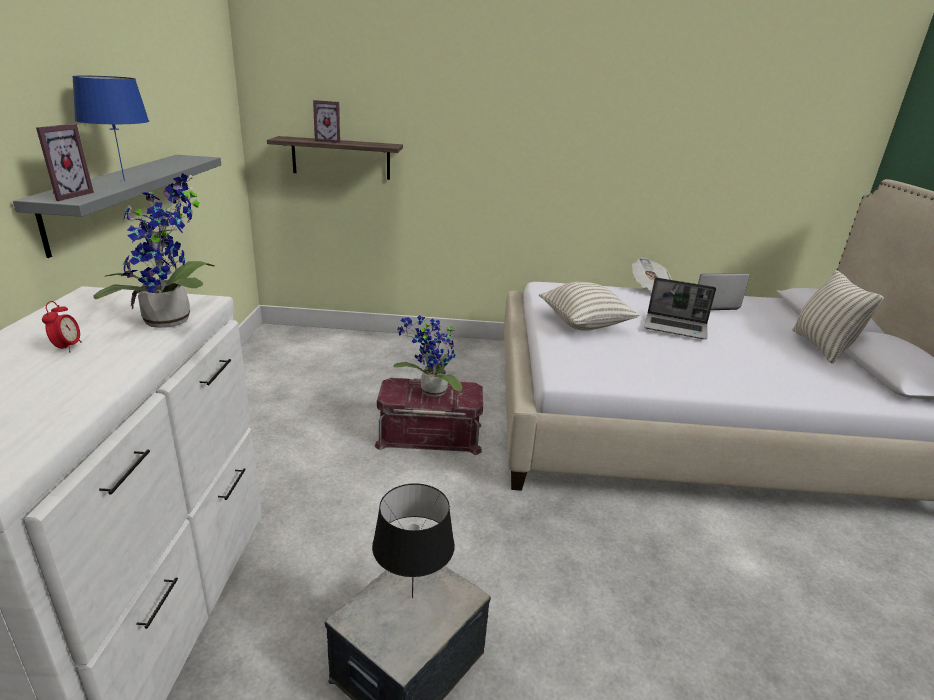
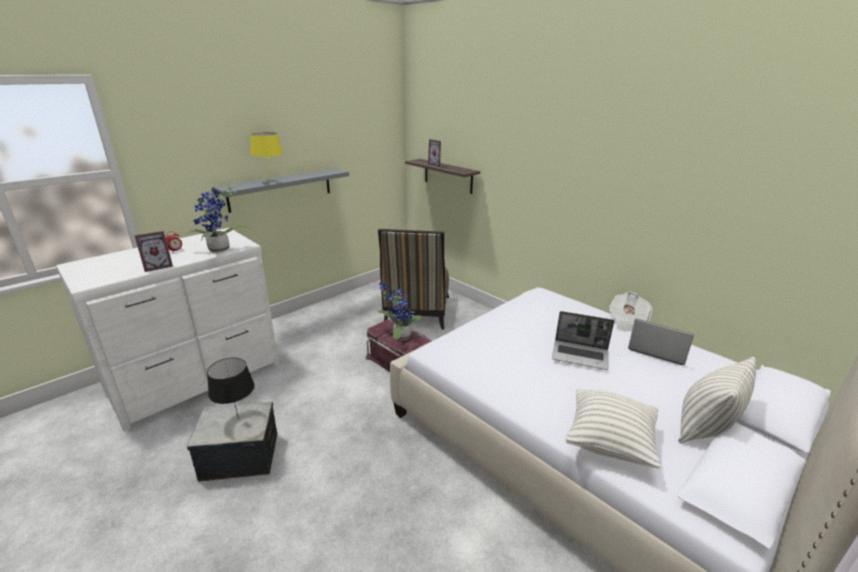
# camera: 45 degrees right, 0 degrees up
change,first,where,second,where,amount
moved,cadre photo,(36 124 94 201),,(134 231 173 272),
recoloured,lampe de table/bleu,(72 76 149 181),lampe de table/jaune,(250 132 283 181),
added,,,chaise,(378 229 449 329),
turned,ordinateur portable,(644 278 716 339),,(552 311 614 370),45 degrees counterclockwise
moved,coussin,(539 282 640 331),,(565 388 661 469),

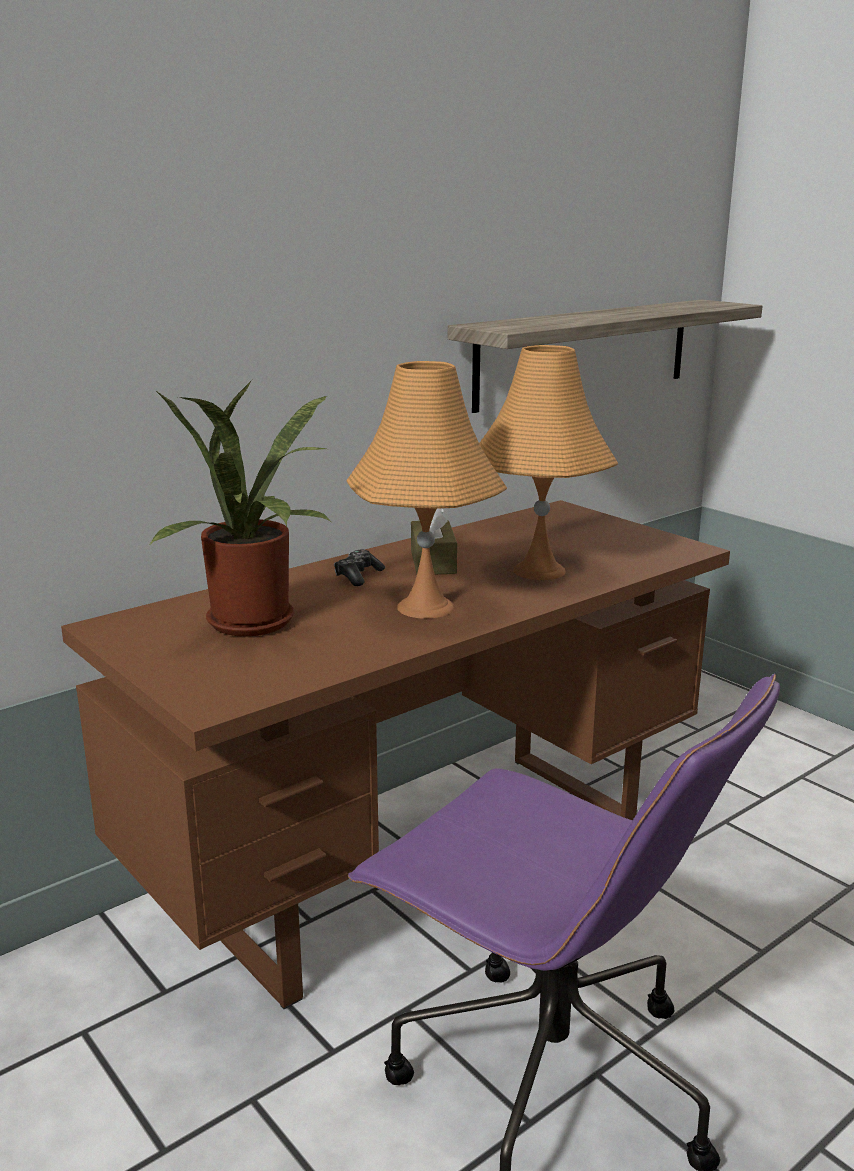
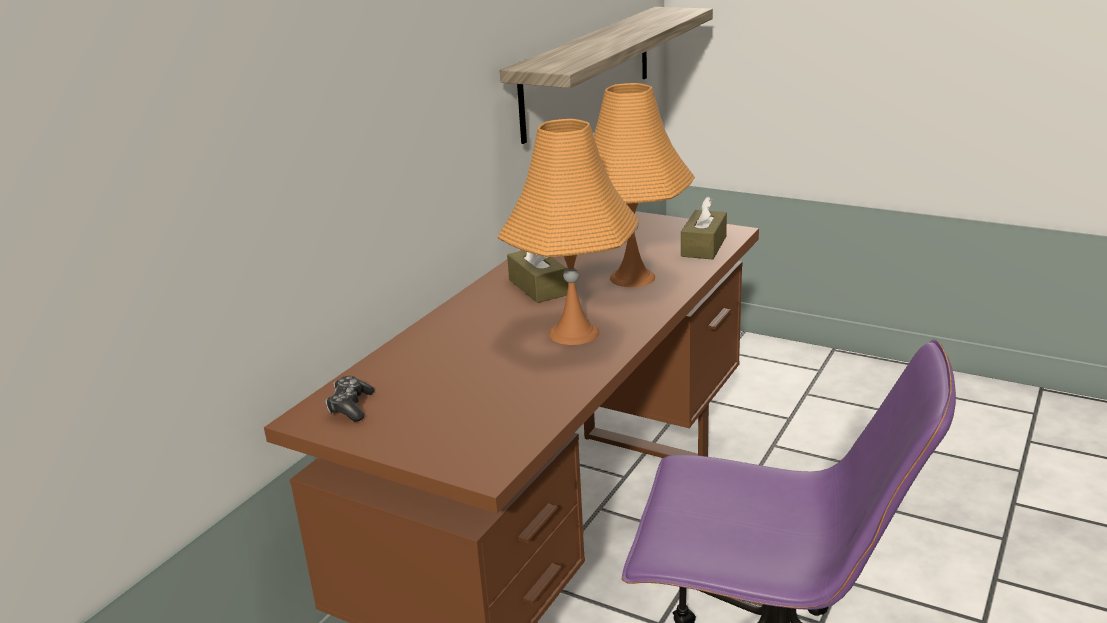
# camera: 20 degrees left, 5 degrees up
change,first,where,second,where,amount
moved,manette,(334 550 385 586),,(325 376 374 422),
added,,,boîte à mouchoirs/marron,(681 196 727 260),
removed,plante en pot,(149 380 333 636),,,

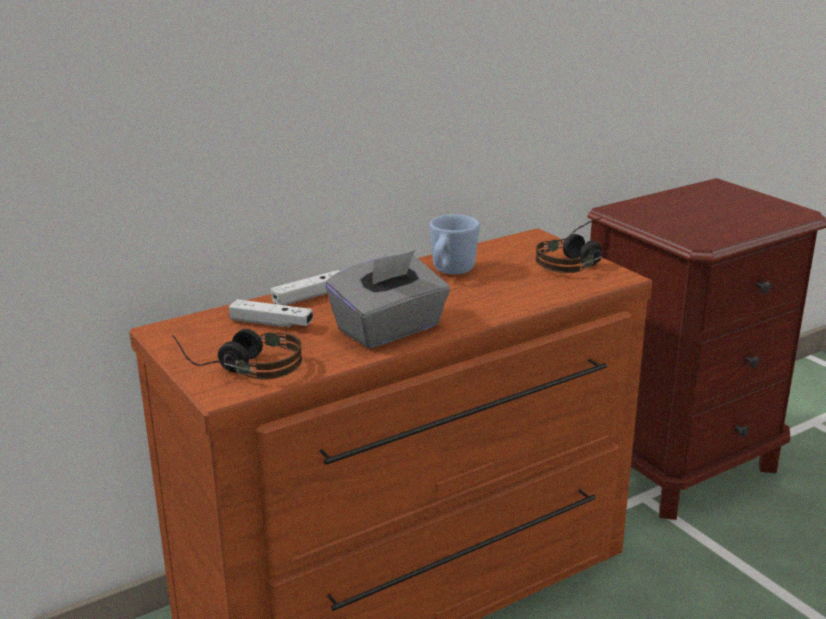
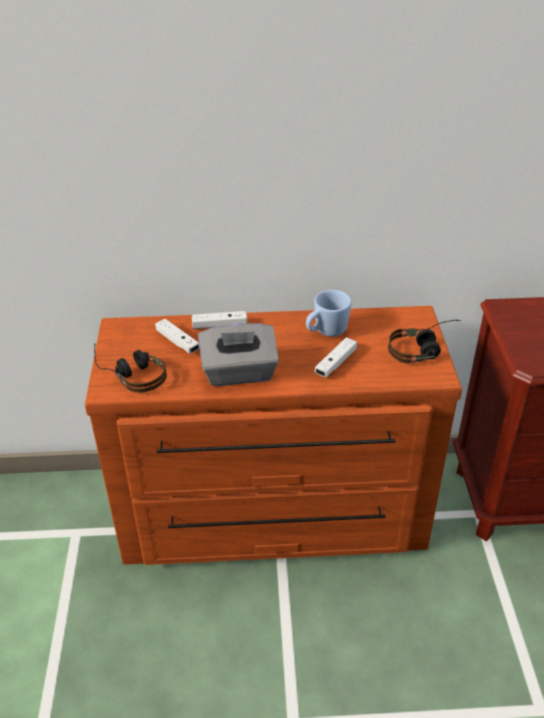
# camera: 30 degrees right, 15 degrees up
change,first,where,second,where,amount
added,,,manette/blanc,(315 337 357 377),

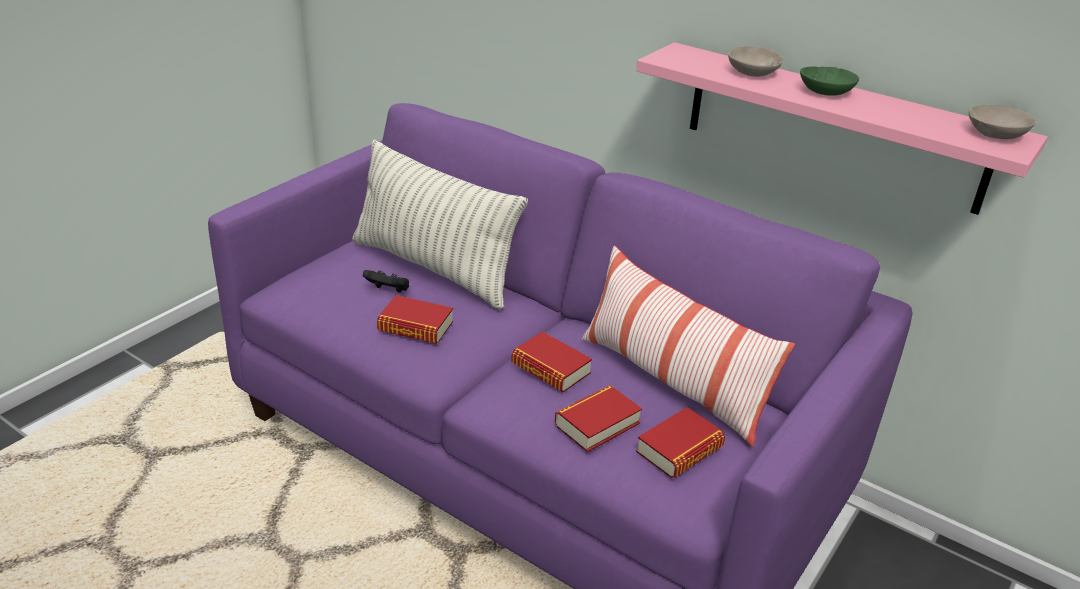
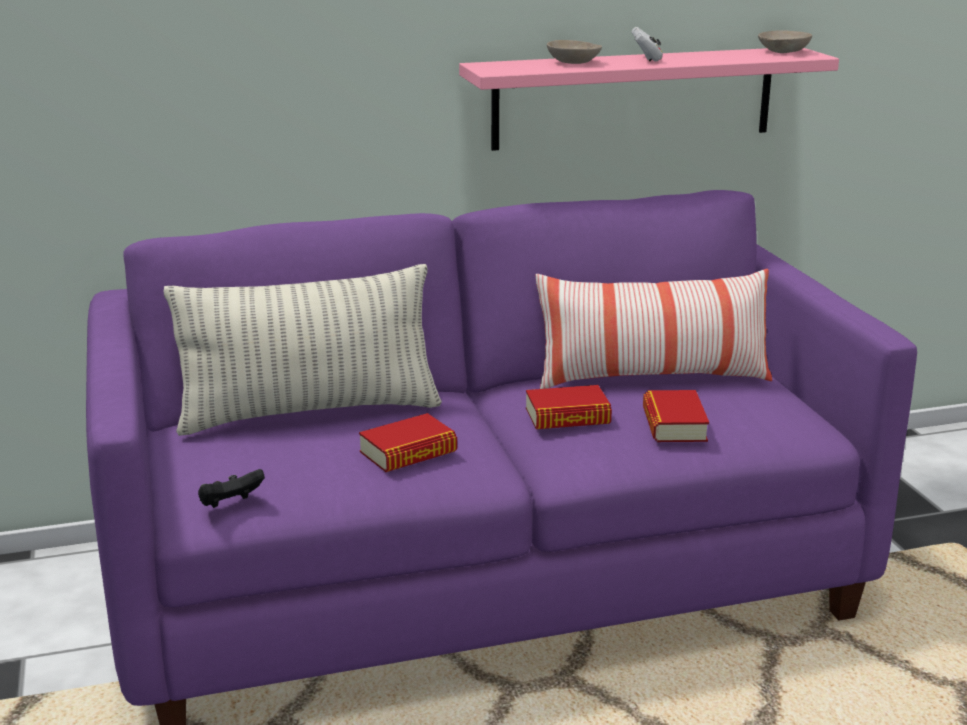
# camera: 50 degrees left, 10 degrees down
change,first,where,second,where,amount
moved,manette/noir,(363 270 409 293),,(198 469 265 508),
replaced,bol/vert,(800 66 859 96),manette/blanc,(631 27 663 61),
removed,livre,(636 407 725 478),,,

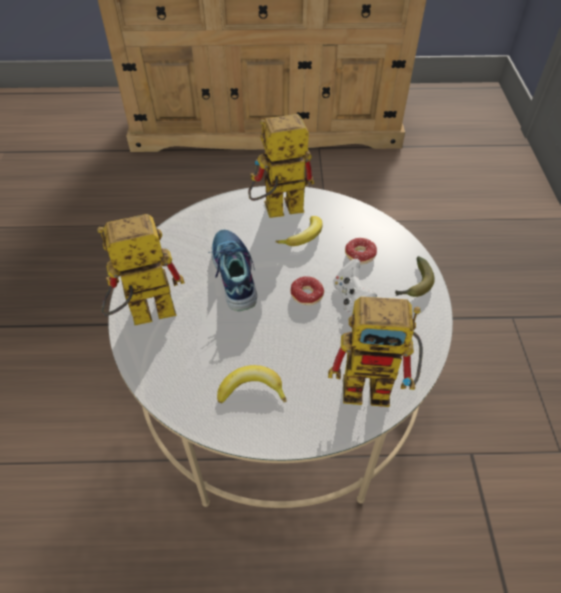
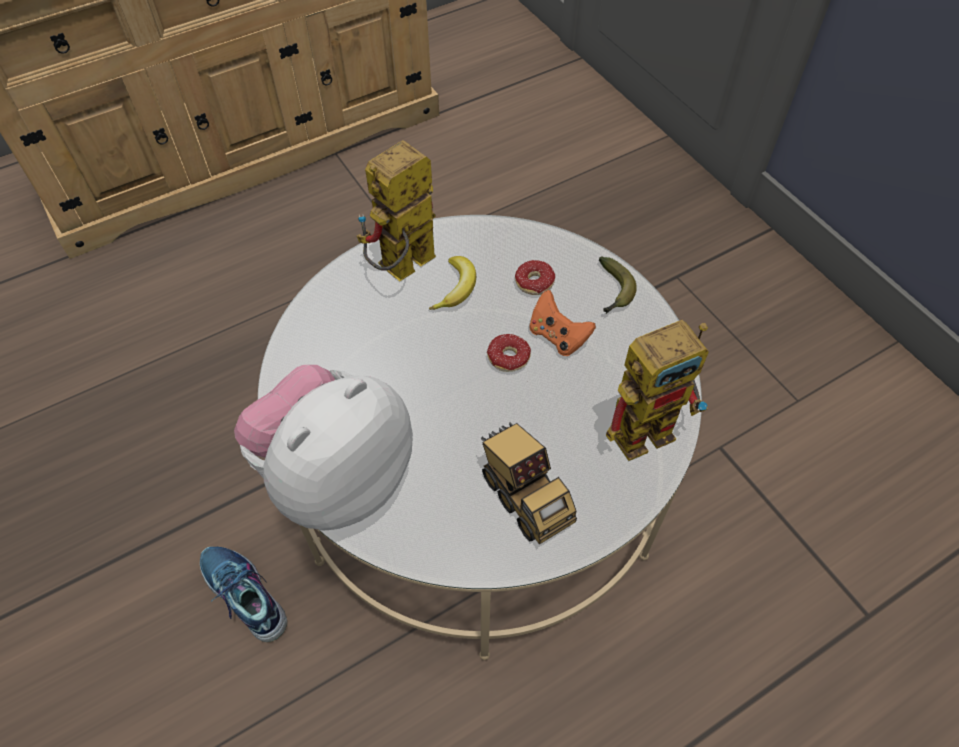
# camera: 30 degrees left, 5 degrees up
change,first,where,second,where,amount
moved,chaussure,(209 230 257 311),,(200 547 287 642),
replaced,robot jouet,(97 214 185 326),peluche,(234 365 413 531),
replaced,banane,(217 365 287 403),camion jouet,(481 422 577 544),
recoloured,manette/blanc,(333 259 377 312),manette/orange,(530 290 596 356),

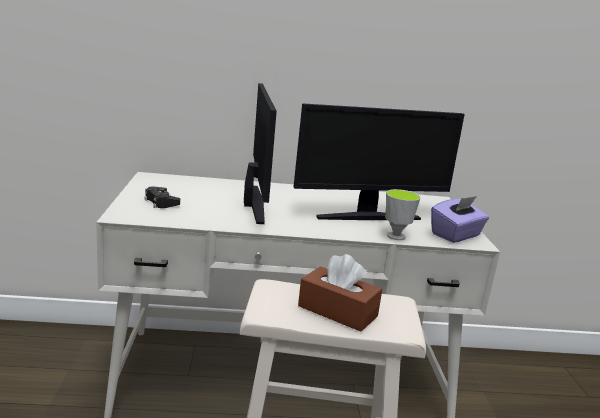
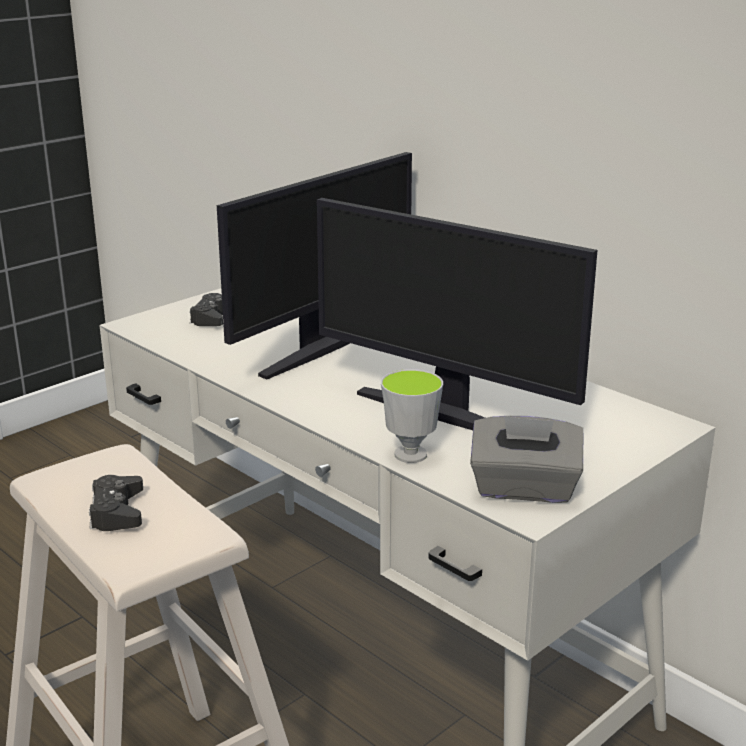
# camera: 50 degrees right, 5 degrees up
change,first,where,second,where,amount
replaced,boîte à mouchoirs/marron,(298 254 382 332),manette/noir,(89 475 143 531),
recoloured,boîte à mouchoirs/violet,(431 196 489 243),boîte à mouchoirs/gris,(470 416 583 503),

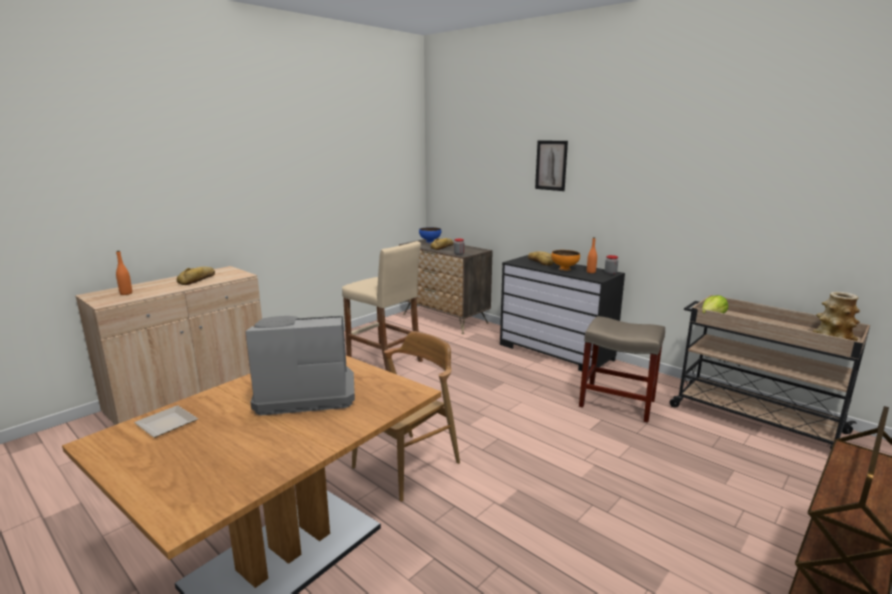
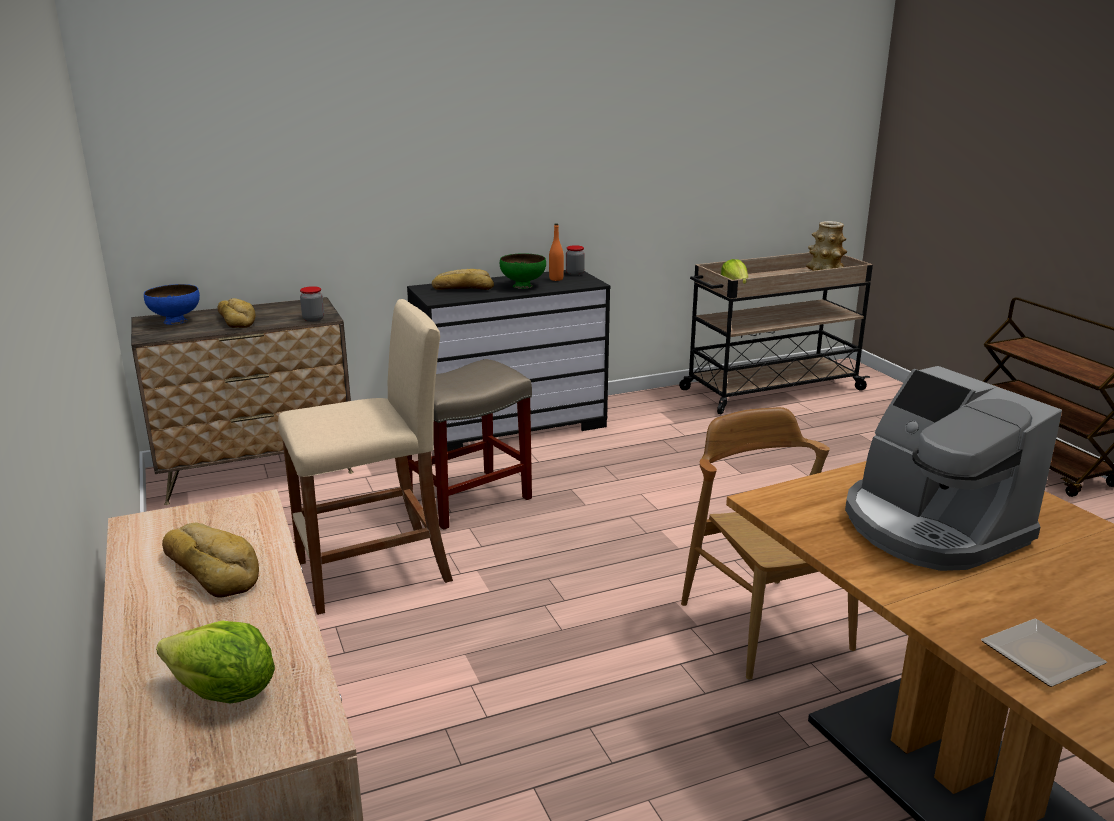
# camera: 65 degrees left, 5 degrees up
change,first,where,second,where,amount
replaced,bouteille/orange,(116 251 132 295),laitue,(156 621 275 703),
moved,tabouret/beige,(579 316 665 423),,(407 359 532 530),
recoloured,bol/orange,(551 250 580 271),bol/vert,(500 254 546 289),
turned,machine à café,(245 316 355 416),,(845 366 1062 571),45 degrees counterclockwise
removed,tableau,(535 140 568 191),,,

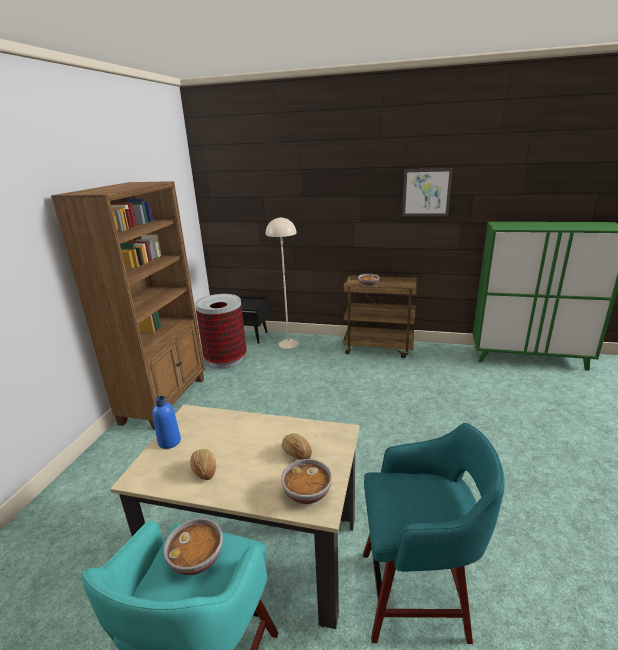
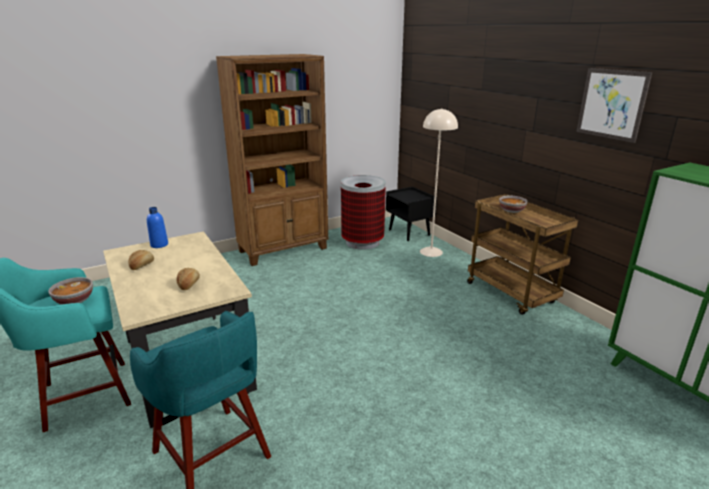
# camera: 45 degrees right, 0 degrees up
change,first,where,second,where,amount
removed,bol,(281 459 332 504),,,

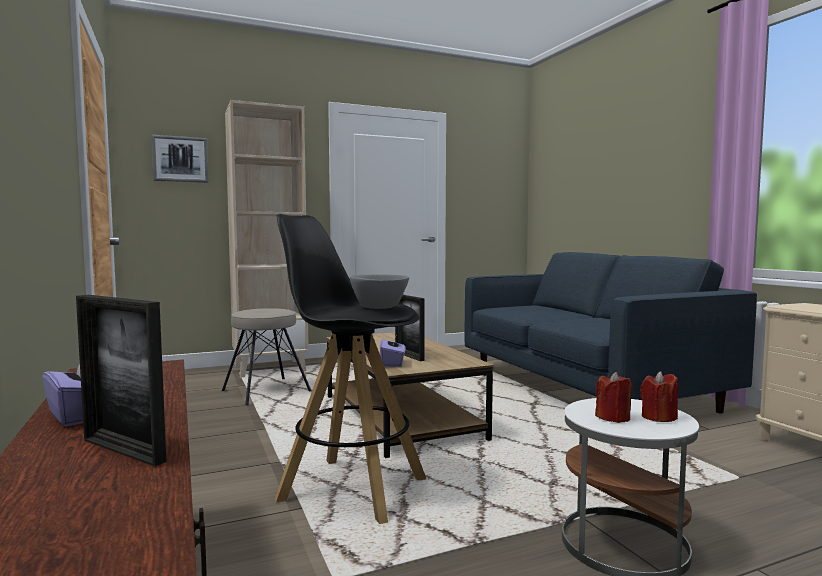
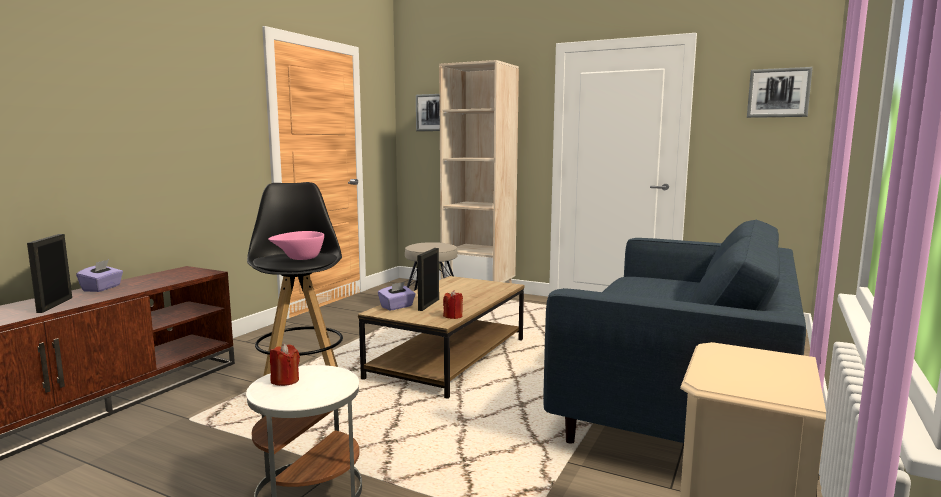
# camera: 50 degrees right, 5 degrees up
change,first,where,second,where,amount
recoloured,bol/gris,(350 274 409 309),bol/rose,(268 231 324 260),
moved,bougie/rouge,(640 371 678 422),,(443 290 463 319),
added,,,tableau,(747 67 813 118),

